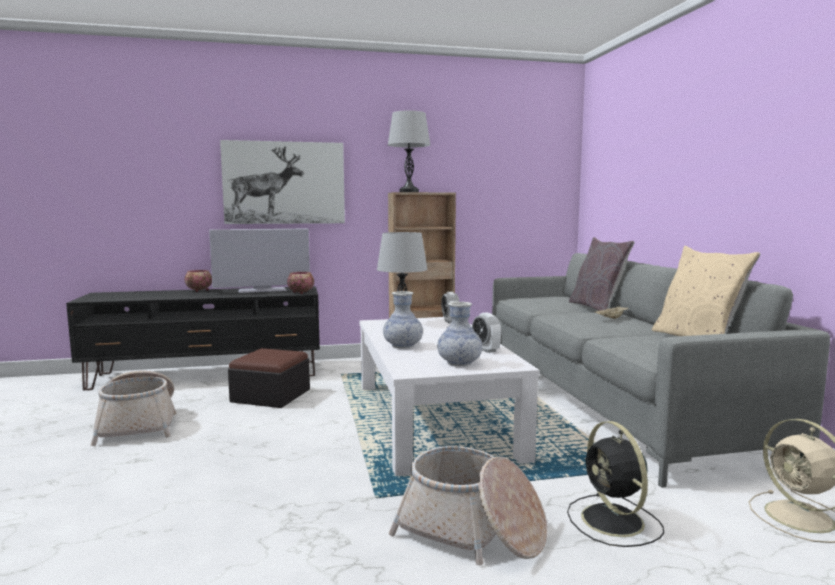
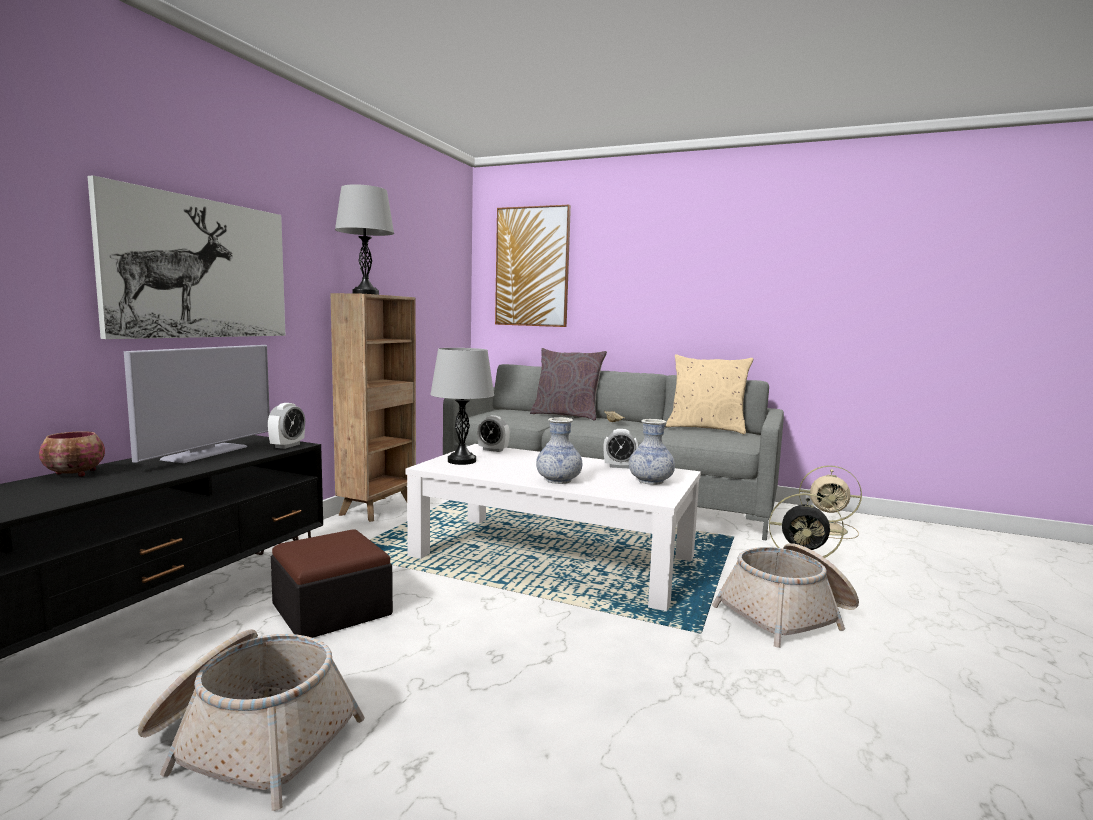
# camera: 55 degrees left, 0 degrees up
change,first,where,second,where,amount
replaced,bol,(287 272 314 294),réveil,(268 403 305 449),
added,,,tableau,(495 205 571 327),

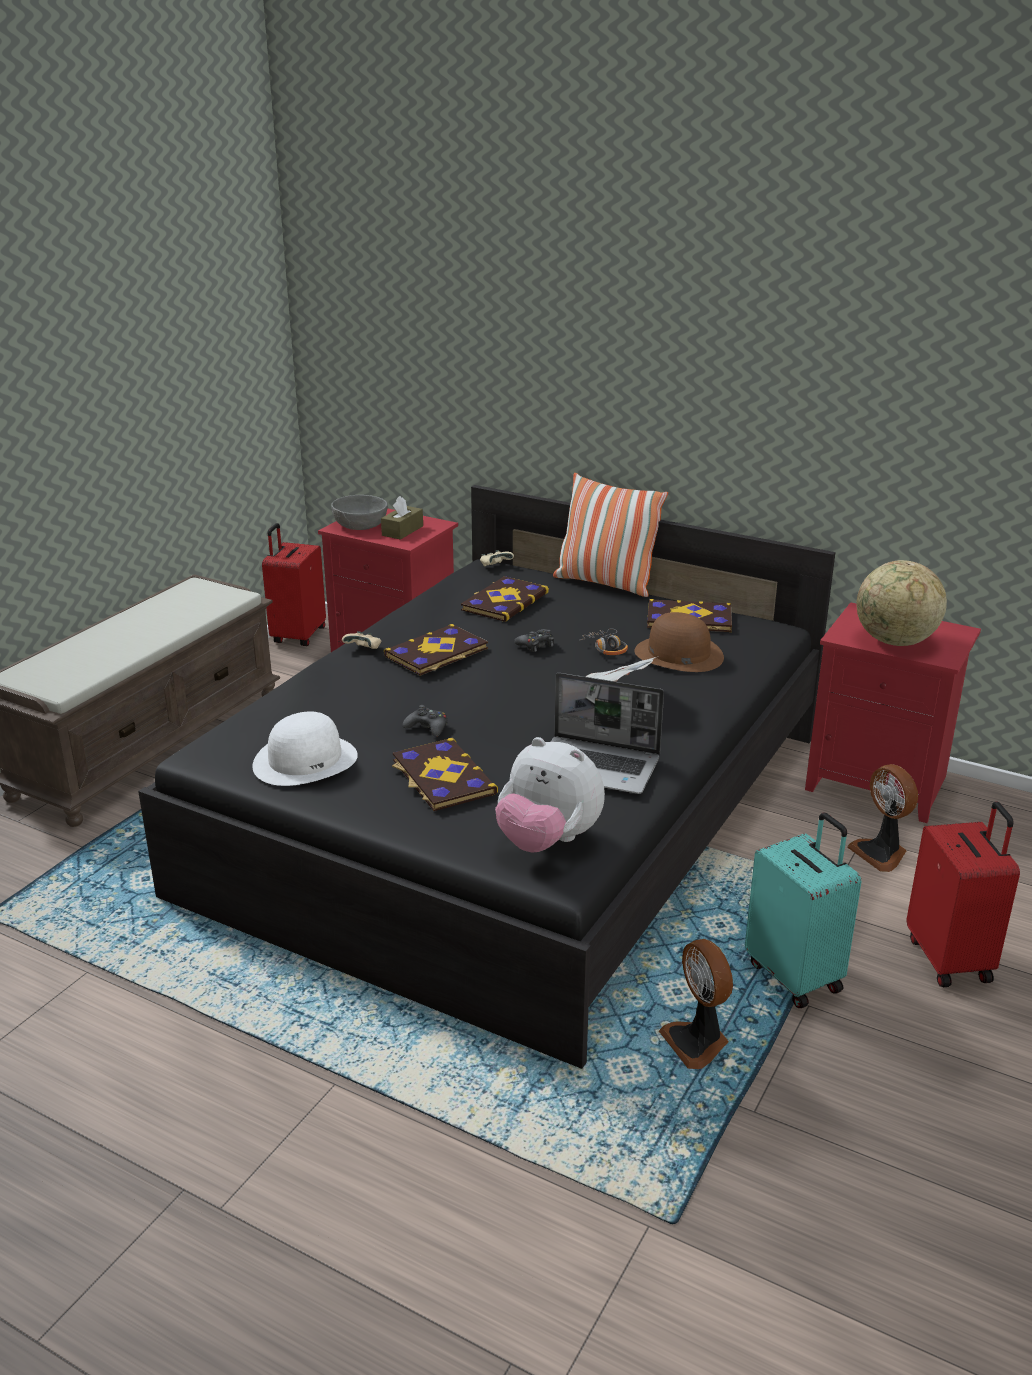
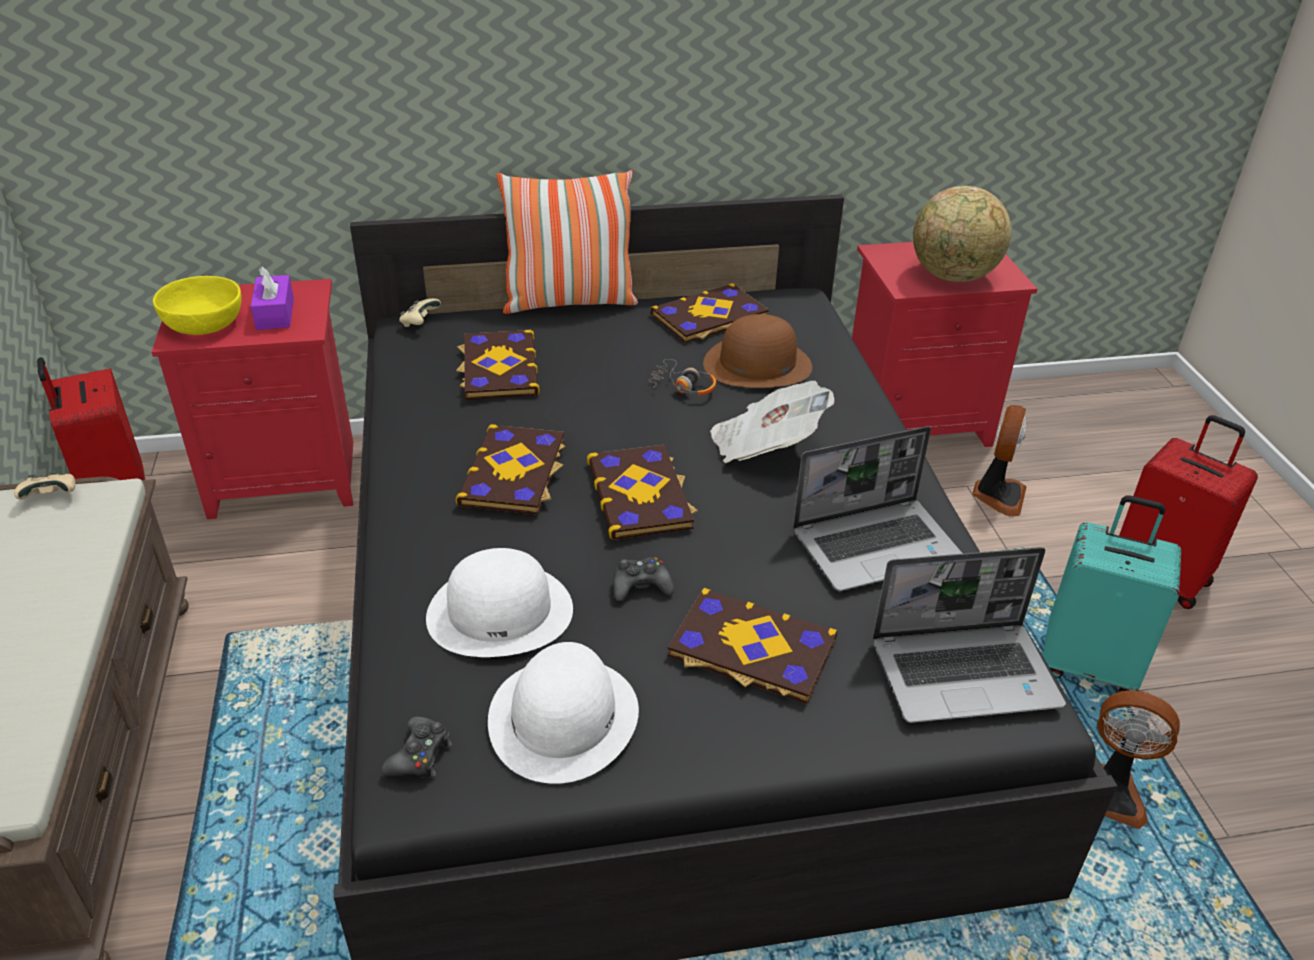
# camera: 40 degrees left, 10 degrees up
change,first,where,second,where,amount
moved,manette/beige,(342 631 381 649),,(14 472 76 499),
recoloured,bol/gris,(331 495 388 530),bol/jaune,(153 276 242 335),
recoloured,boîte à mouchoirs/marron,(381 496 423 540),boîte à mouchoirs/violet,(251 266 294 330),
moved,manette/noir,(514 629 554 652),,(382 716 452 778),
added,,,chapeau/blanc,(426 548 573 657),
added,,,livre,(587 445 698 540),
replaced,peluche,(495 737 605 852),ordinateur portable,(873 547 1066 723),
turned,ventilateur,(847 764 918 872),,(972 405 1026 517),90 degrees counterclockwise

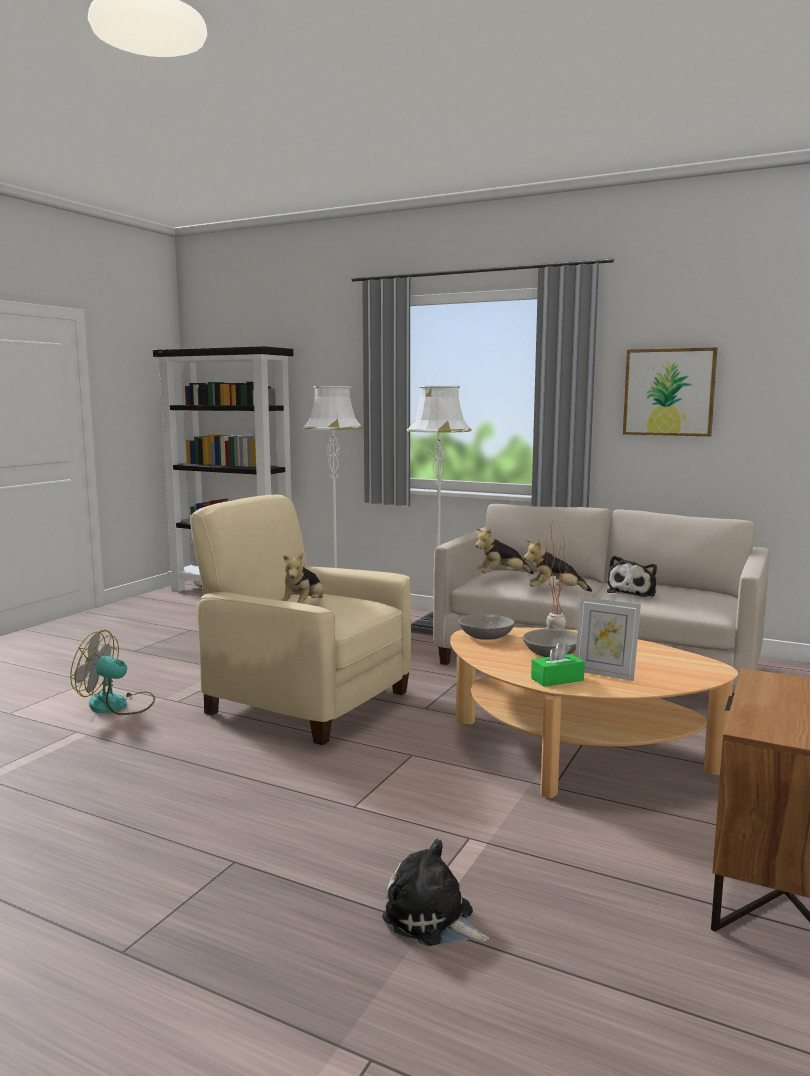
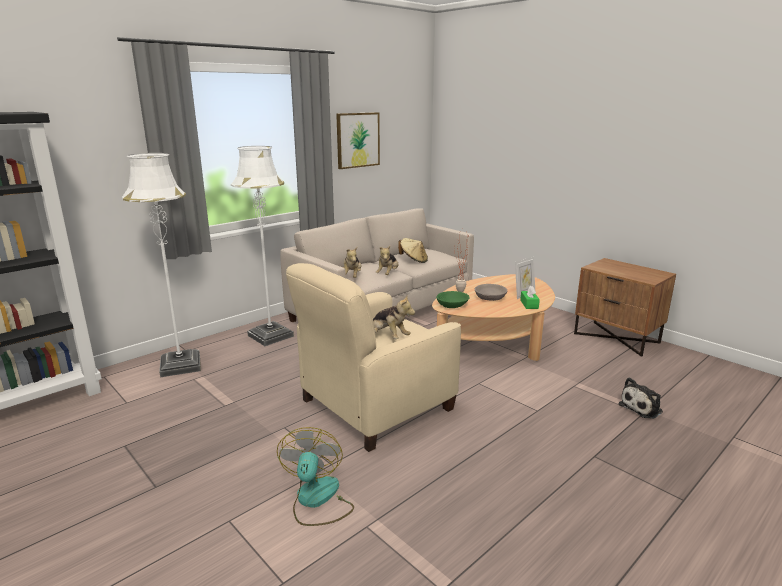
# camera: 70 degrees left, 10 degrees up
change,first,where,second,where,amount
turned,ventilateur,(70 630 155 715),,(277 427 354 526),150 degrees clockwise
replaced,peluche,(607 555 657 597),chapeau/beige,(398 238 428 263),
recoloured,bol/gris,(458 614 515 640),bol/vert,(436 291 470 308),

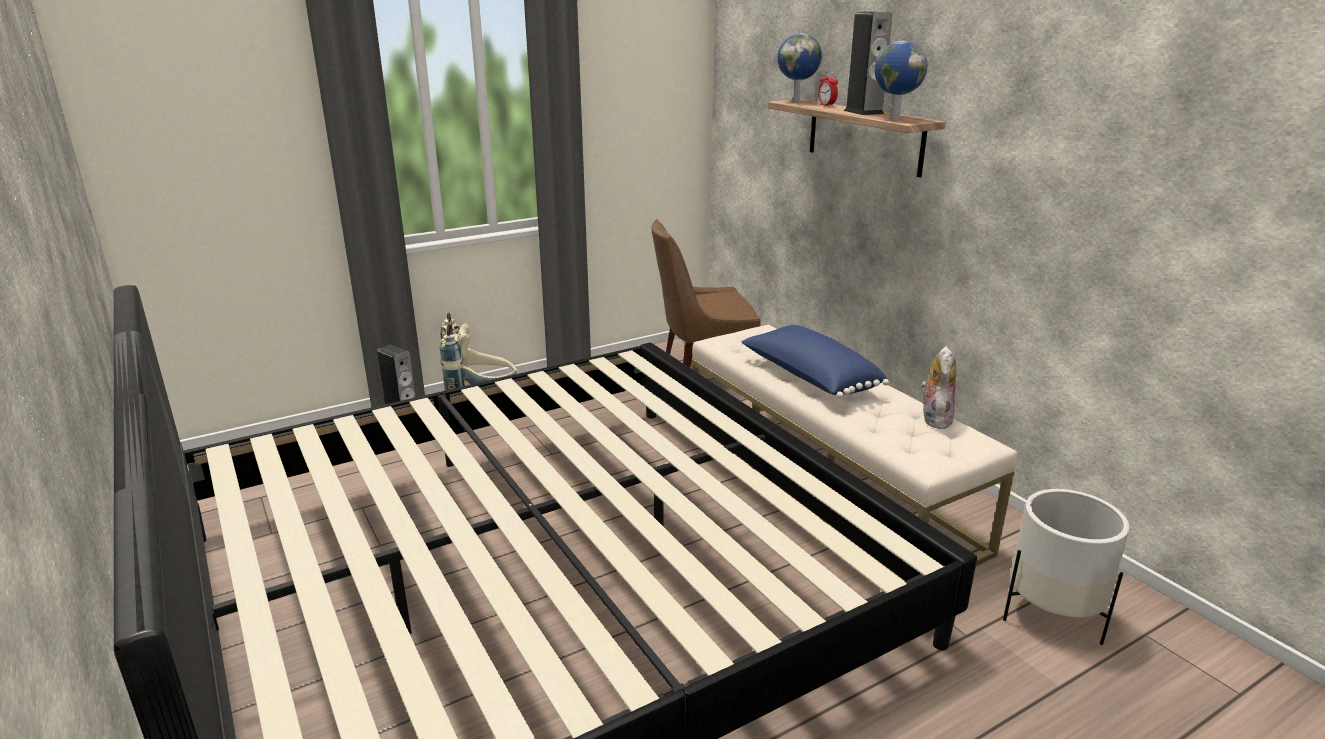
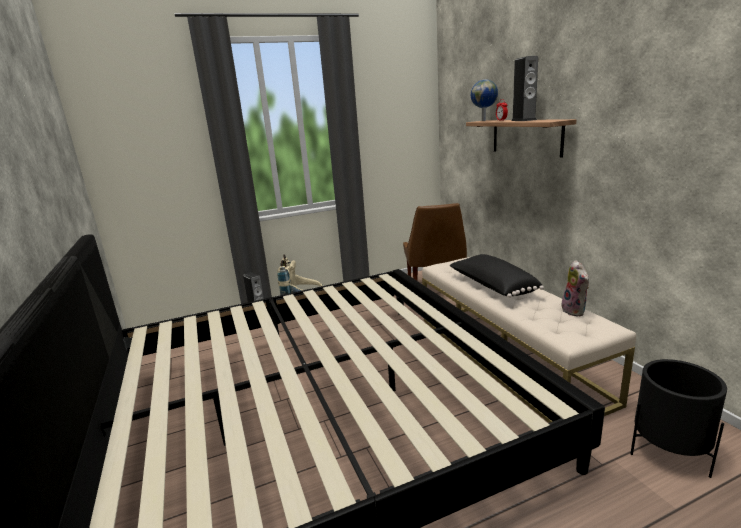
# camera: 10 degrees right, 5 degrees down
change,first,where,second,where,amount
turned,chaise/marron,(651 219 761 368),,(403 203 467 280),90 degrees counterclockwise
recoloured,coussin/bleu,(742 325 889 398),coussin/noir,(450 254 544 298),
turned,peluche,(921 346 956 429),,(562 260 589 317),150 degrees clockwise
recoloured,cache-pot/blanc,(1003 489 1130 645),cache-pot/noir,(630 359 727 478),
removed,globe,(874 41 927 120),,,

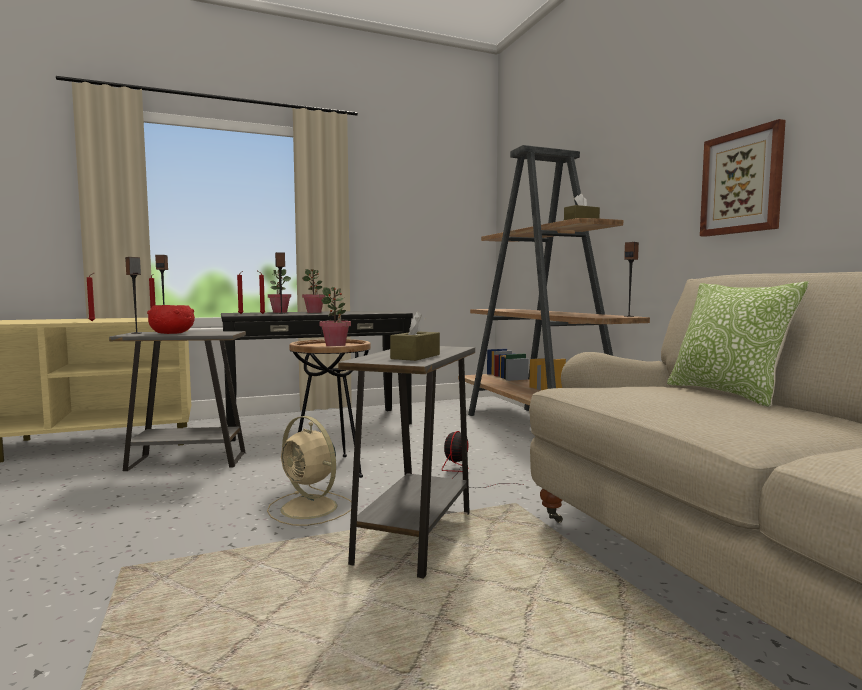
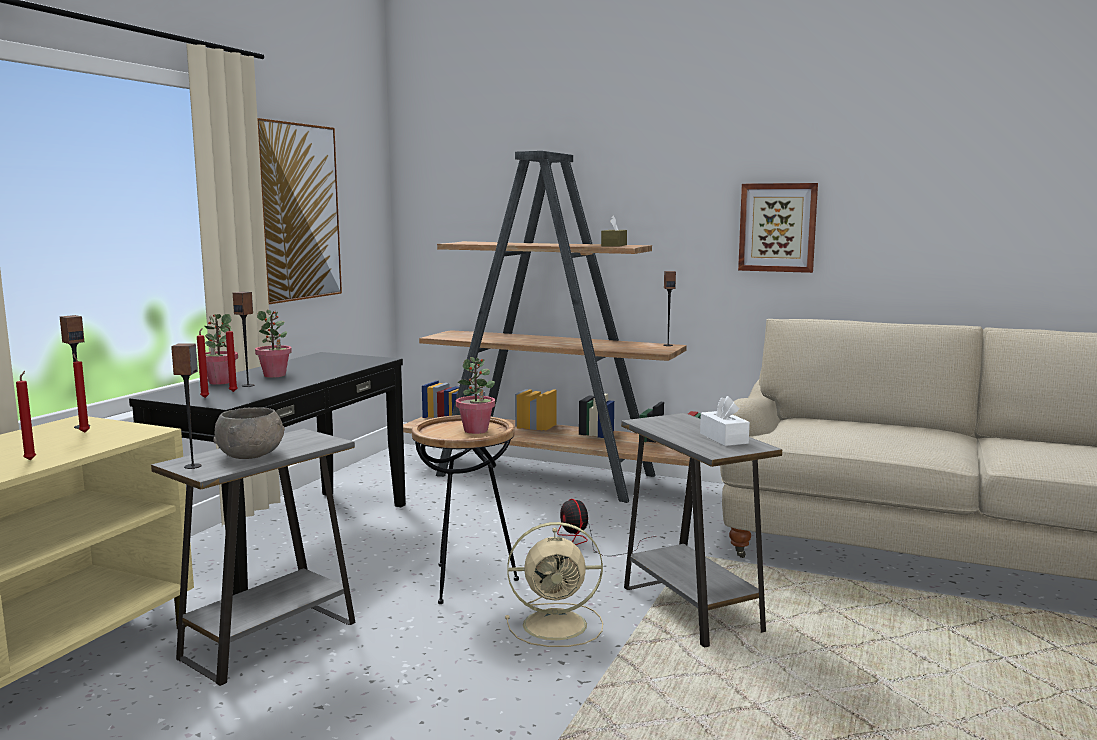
# camera: 45 degrees left, 5 degrees up
change,first,where,second,where,amount
recoloured,bol/rouge,(147 305 195 334),bol/gris,(213 407 285 459),
added,,,tableau,(257 118 342 304),
recoloured,boîte à mouchoirs/marron,(390 311 440 361),boîte à mouchoirs/blanc,(700 396 750 446),
removed,coussin,(667 281 809 407),,,

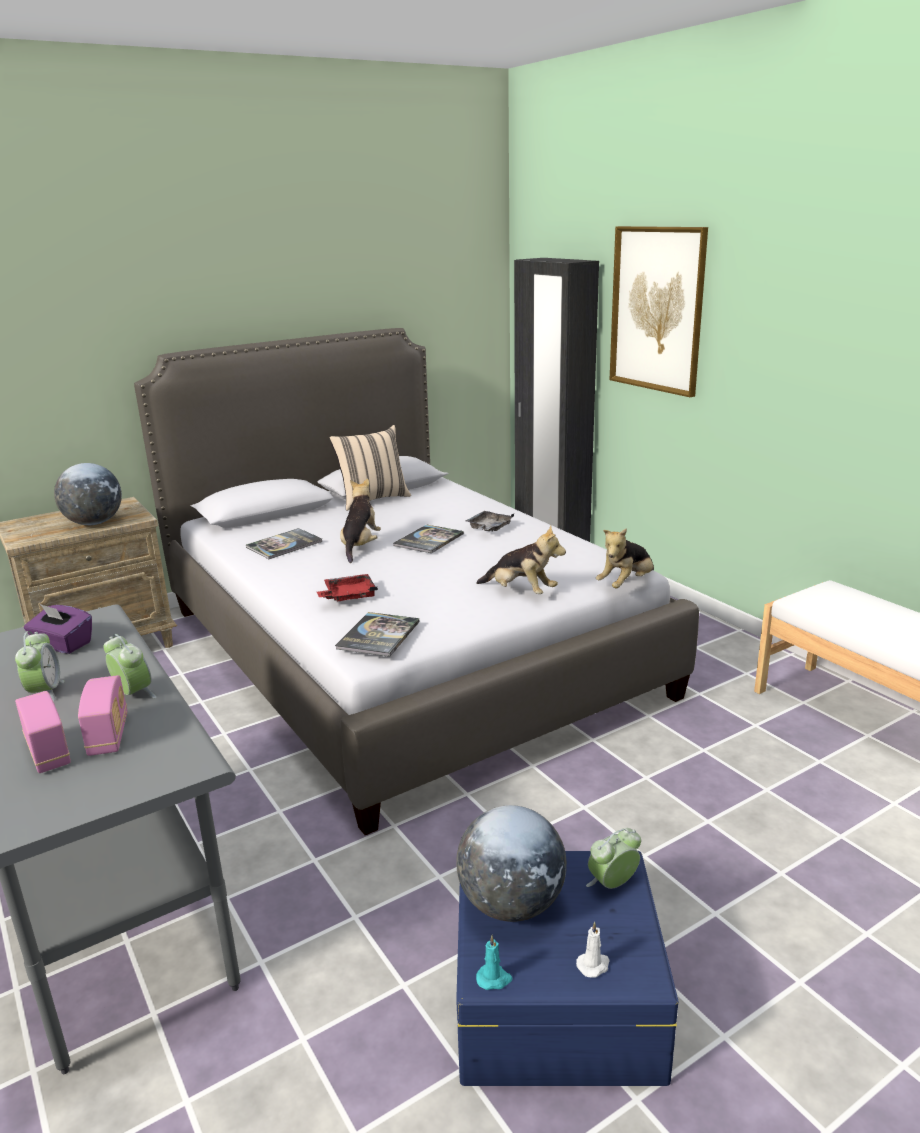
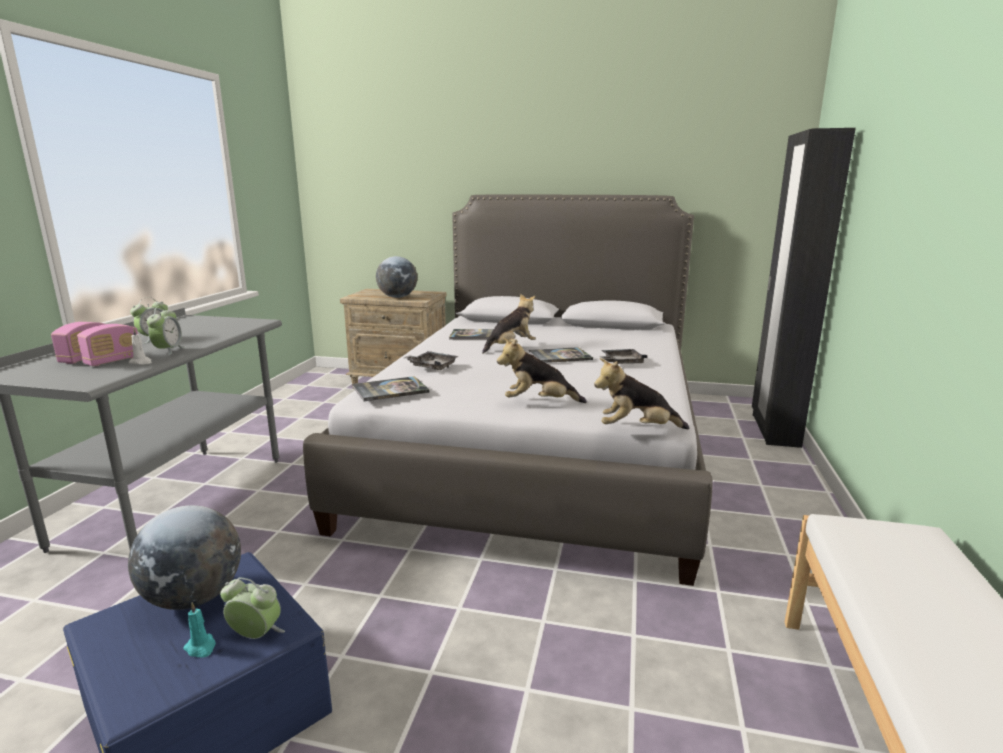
# camera: 45 degrees right, 5 degrees down
change,first,where,second,where,amount
moved,bougie/blanc,(576 922 610 978),,(128 328 151 365),
moved,bougie/turquoise,(476 935 512 990),,(183 602 216 658),
recoloured,plateau/rouge,(317 574 378 601),plateau/gris,(404 351 459 370),
turned,peluche,(476 525 566 594),,(497 338 587 403),105 degrees clockwise
removed,boîte à mouchoirs/violet,(24 604 92 654),,,
removed,coussin/beige,(329 425 411 511),,,
removed,tableau,(610 226 708 397),,,

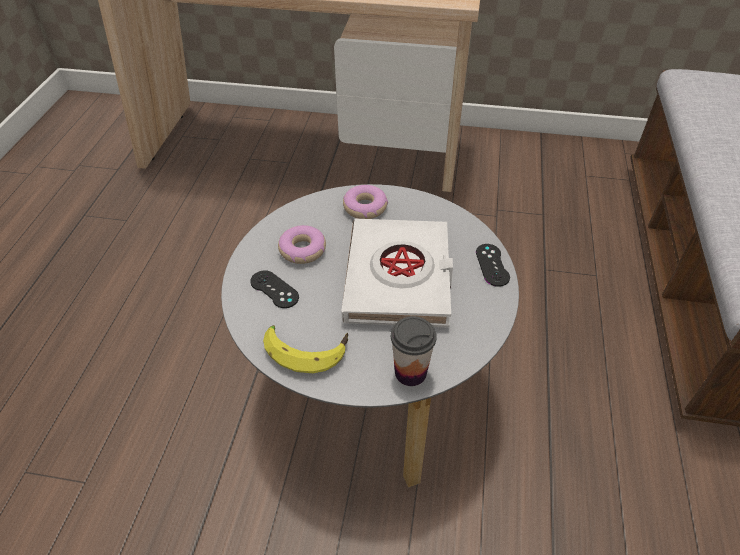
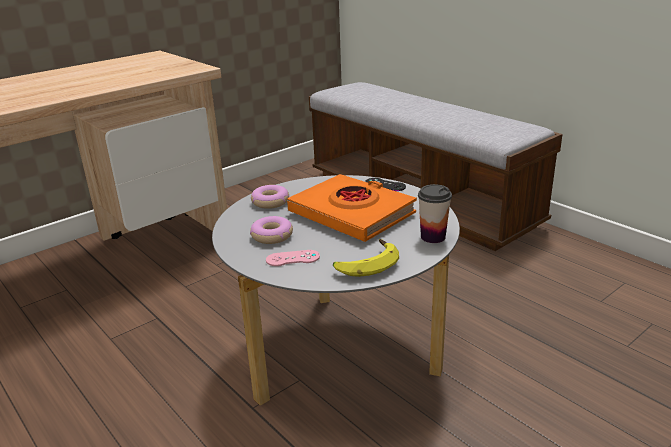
# camera: 50 degrees left, 20 degrees down
change,first,where,second,where,amount
recoloured,manette/noir,(250 271 299 308),manette/rose,(266 250 320 266),
recoloured,livre/blanc,(341 219 453 328),livre/orange,(287 174 417 242),

